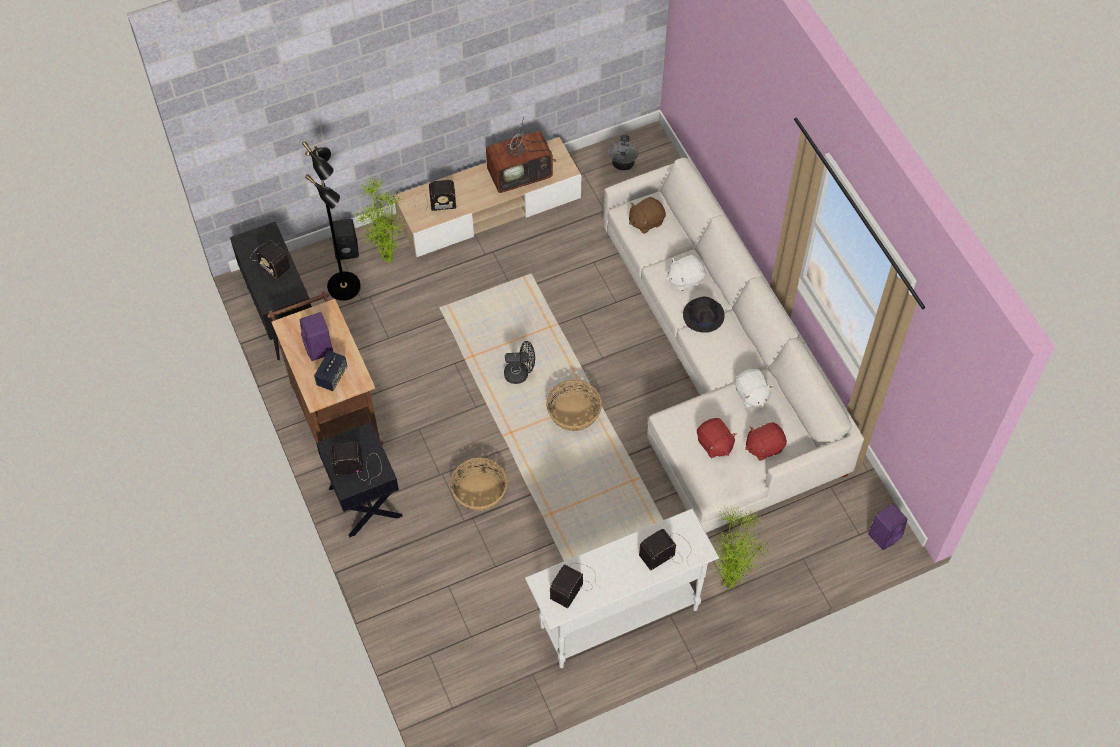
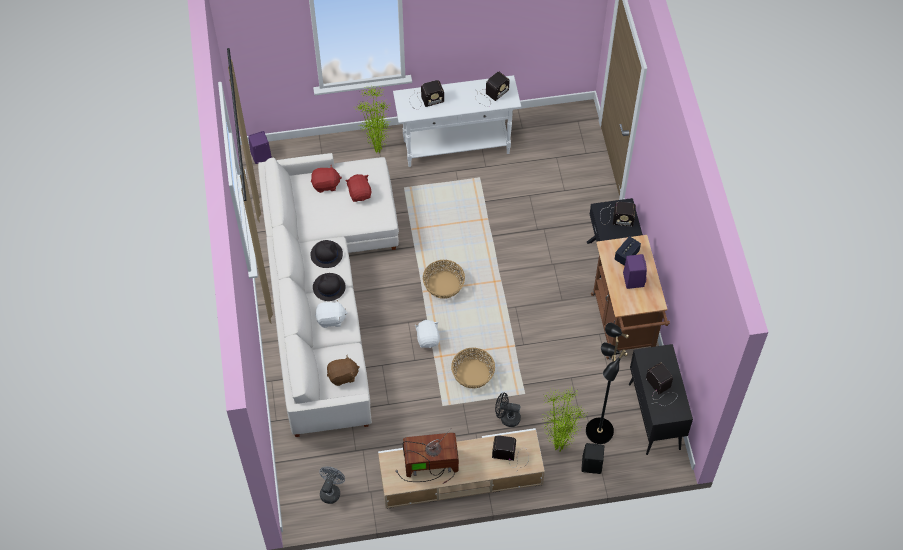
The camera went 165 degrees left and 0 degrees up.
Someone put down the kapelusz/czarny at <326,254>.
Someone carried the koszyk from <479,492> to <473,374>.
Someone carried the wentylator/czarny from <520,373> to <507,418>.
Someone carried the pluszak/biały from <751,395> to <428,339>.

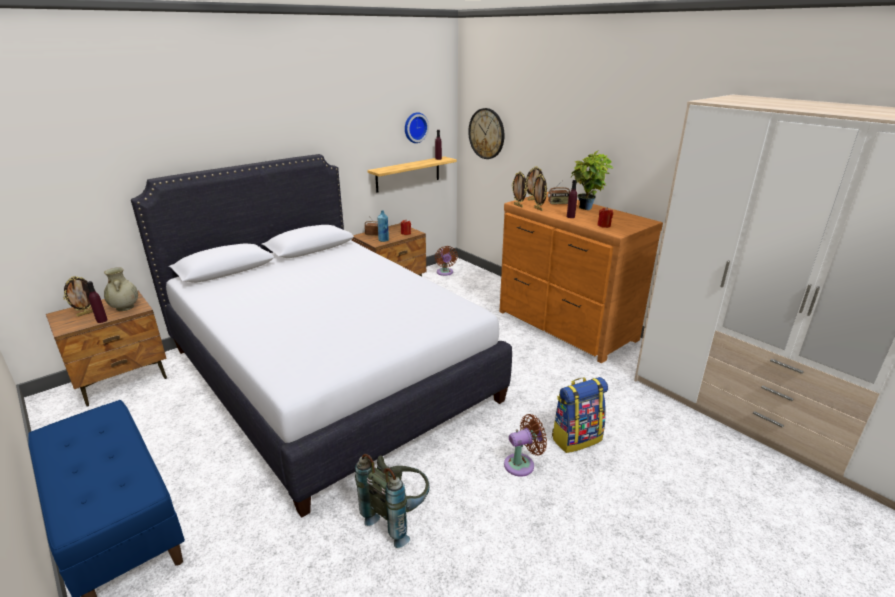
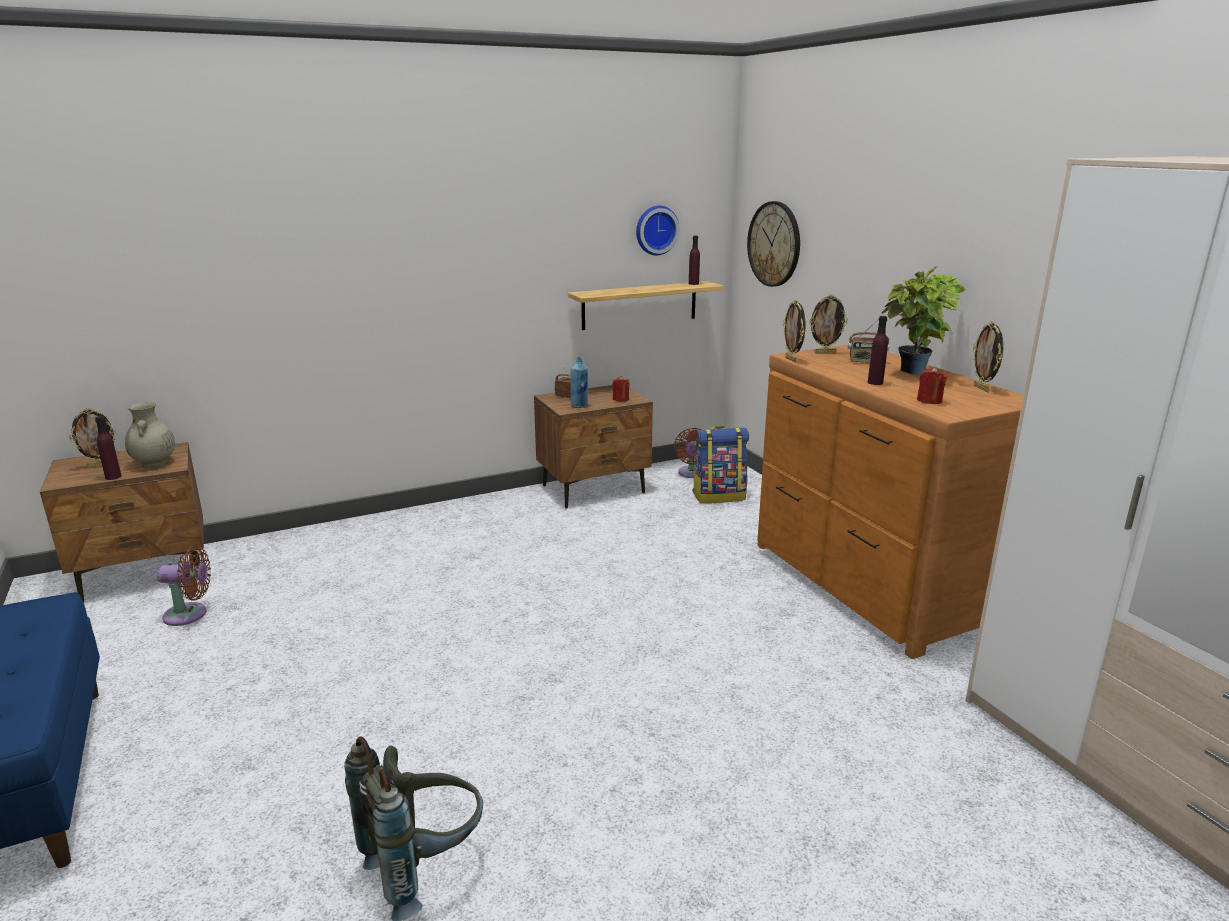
The camera went 15 degrees right and 5 degrees down.
Someone took away the łóżko/biały at <328,373>.
Someone carried the wentylator/brązowy from <522,464> to <190,614>.
Someone carried the ramka na zdjęcie from <538,209> to <982,389>.
Someone carried the plecak from <576,438> to <719,496>.

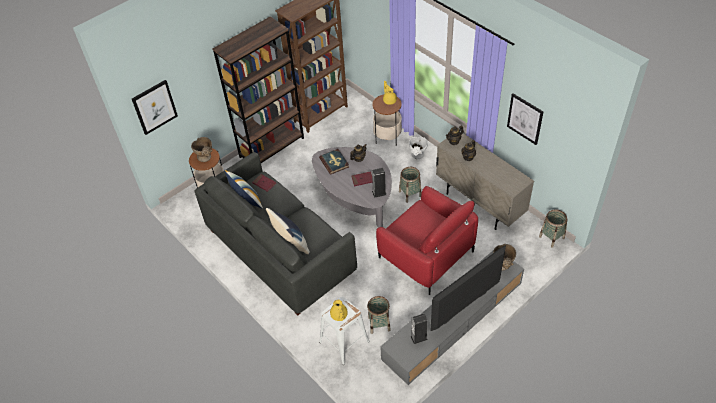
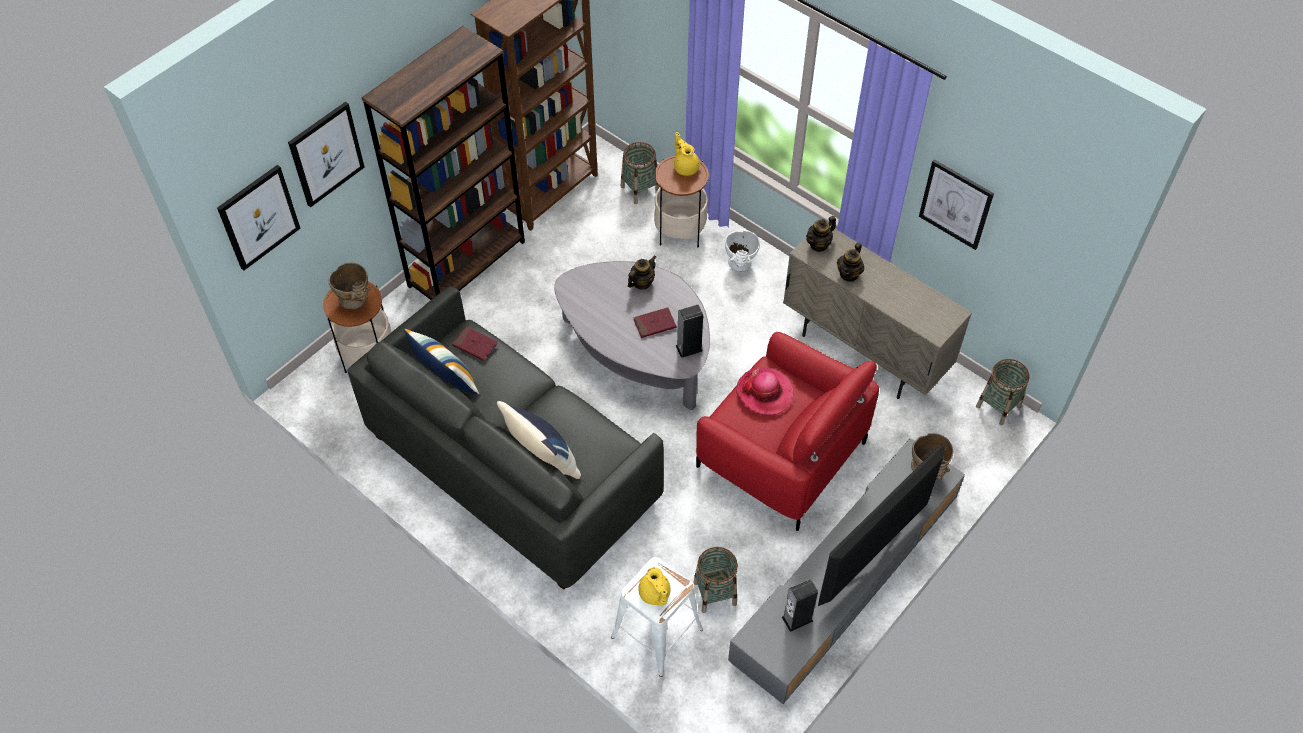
The camera went 10 degrees left and 5 degrees up.
Someone took away the książka at <334,162>.
Someone put up the obraz at <326,154>.
Someone put down the kapelusz at <764,393>.
Someone carried the koszyk from <410,194> to <639,189>.

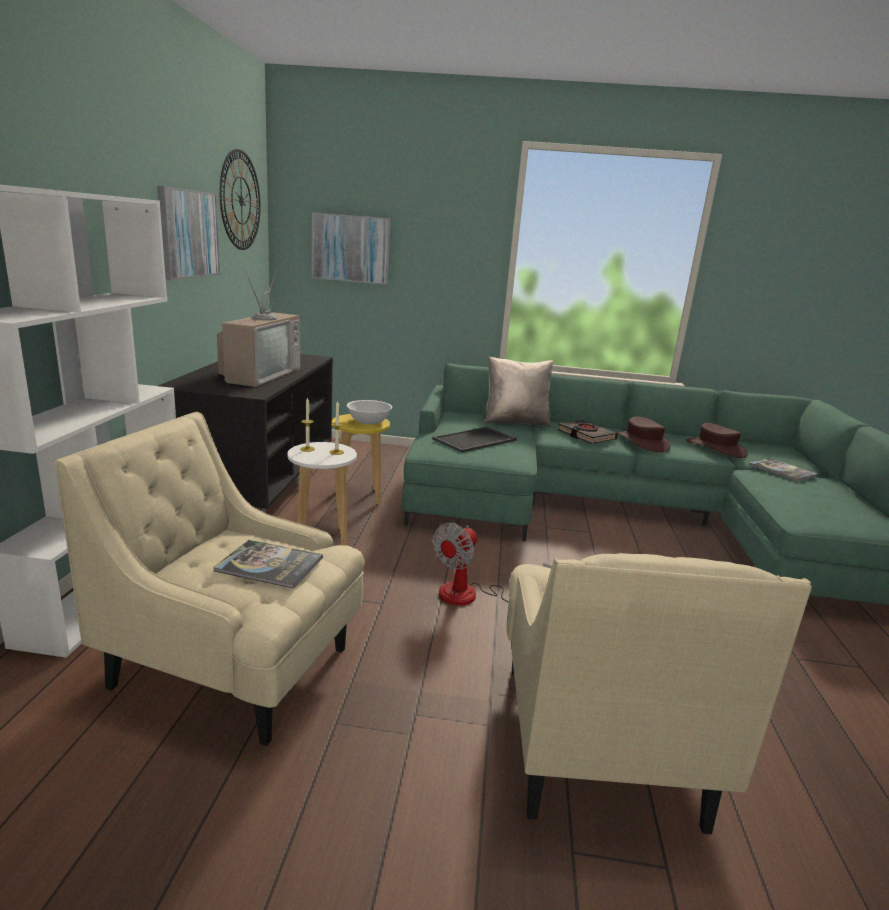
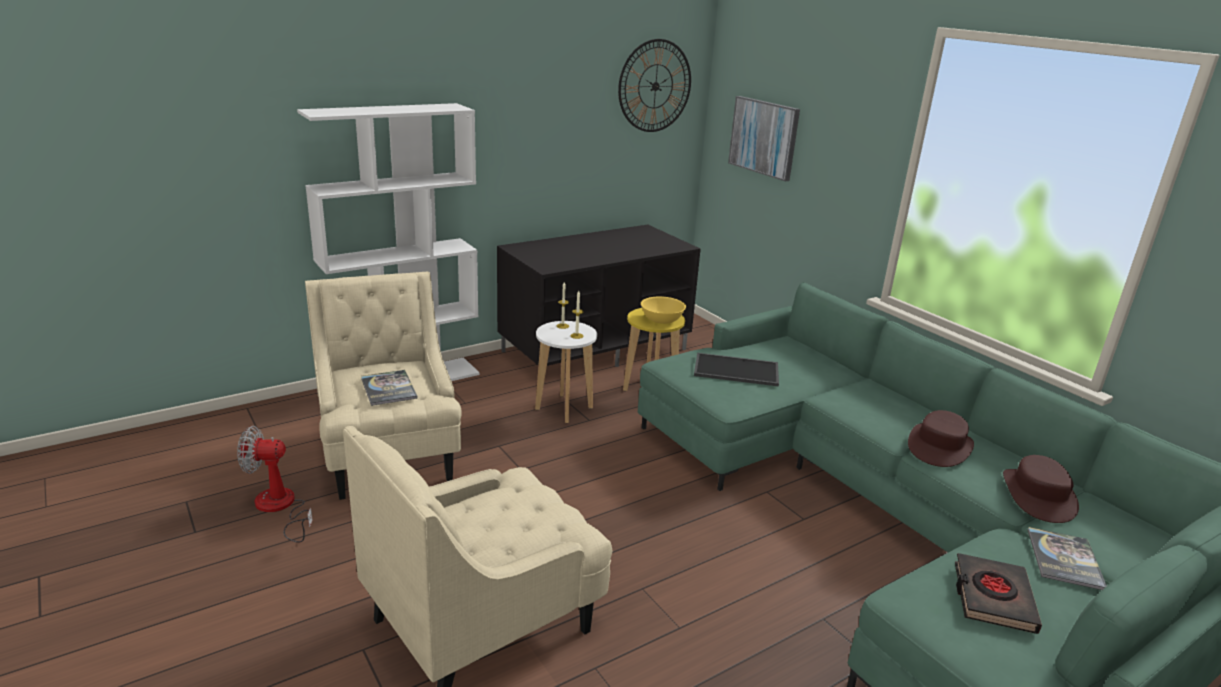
The camera went 50 degrees right and 5 degrees up.
Someone took away the obraz at <188,234>.
Someone took away the telewizor at <259,374>.
Someone took away the poduszka/beżowy at <515,422>.
Someone carried the wentylator from <472,595> to <280,508>.
Someone carried the książka/czarny from <586,435> to <993,597>.
Someone repainted the miska/biały at <368,421>, which became the miska/żółty at <662,320>.

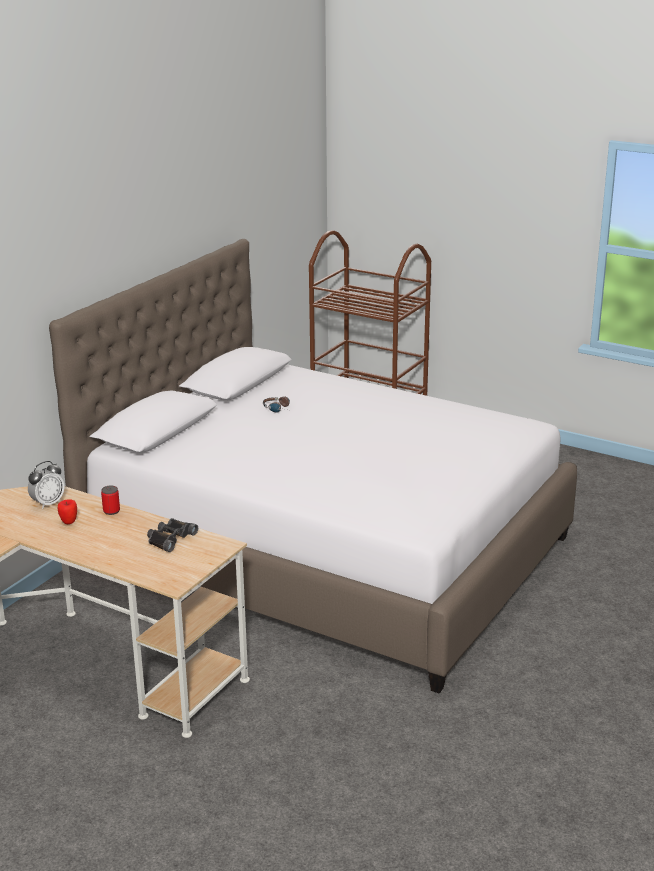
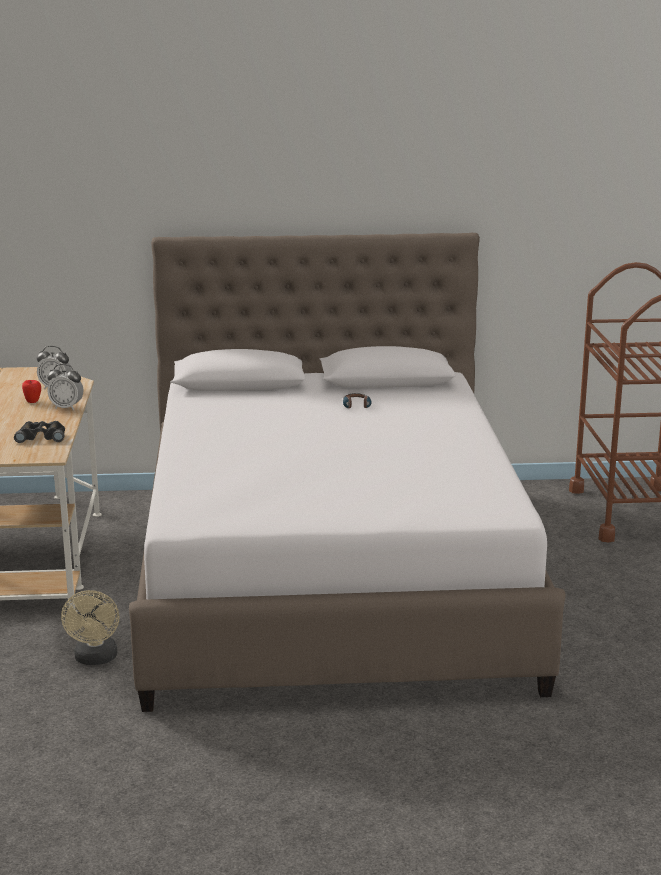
The camera went 55 degrees right and 5 degrees down.
Someone put down the wentylator/beżowy at <95,659>.
Someone swapped the puszka at <111,511> for the budzik at <66,407>.

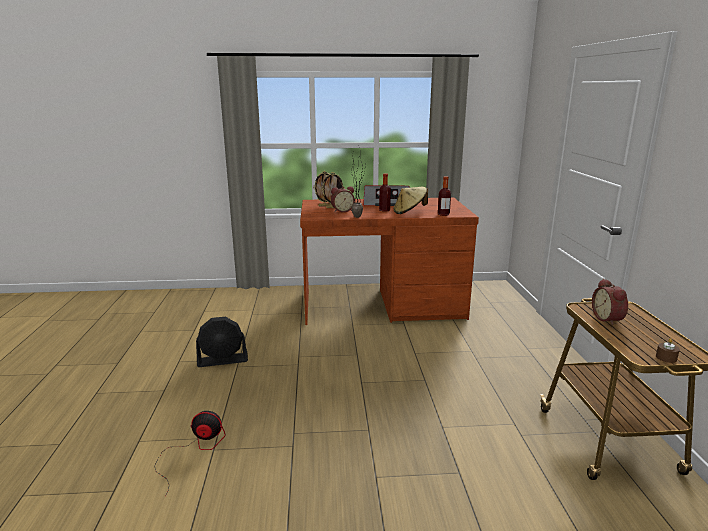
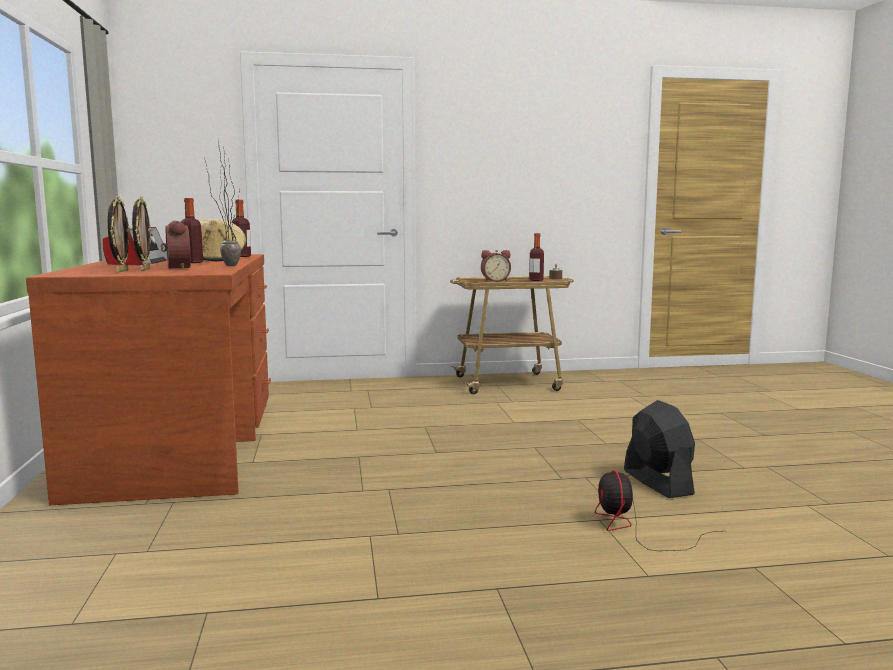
The camera went 95 degrees left and 10 degrees down.
Someone put down the butelka at <536,280>.
Someone carried the wentylator/czarny from <223,360> to <657,482>.

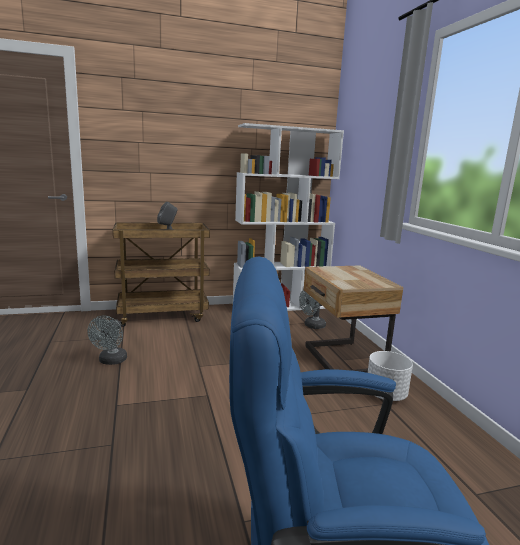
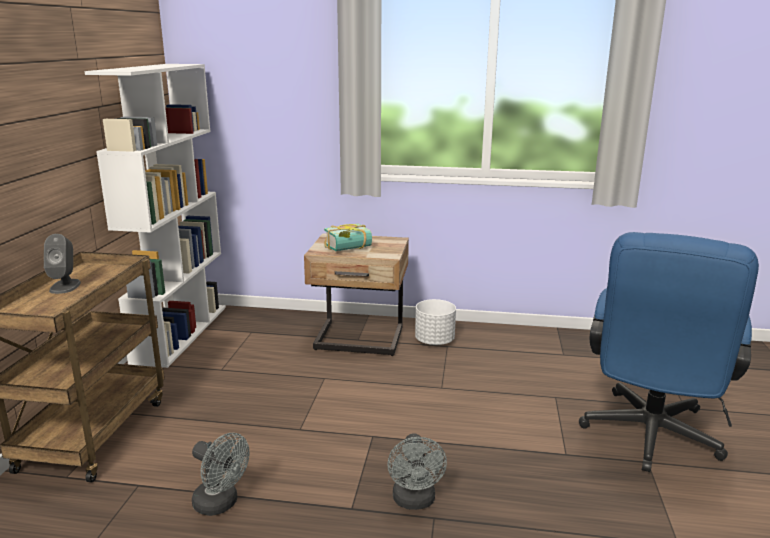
The camera went 65 degrees left and 5 degrees up.
Someone put down the książka at <350,249>.
Someone carried the wentylator/szary from <312,326> to <414,501>.

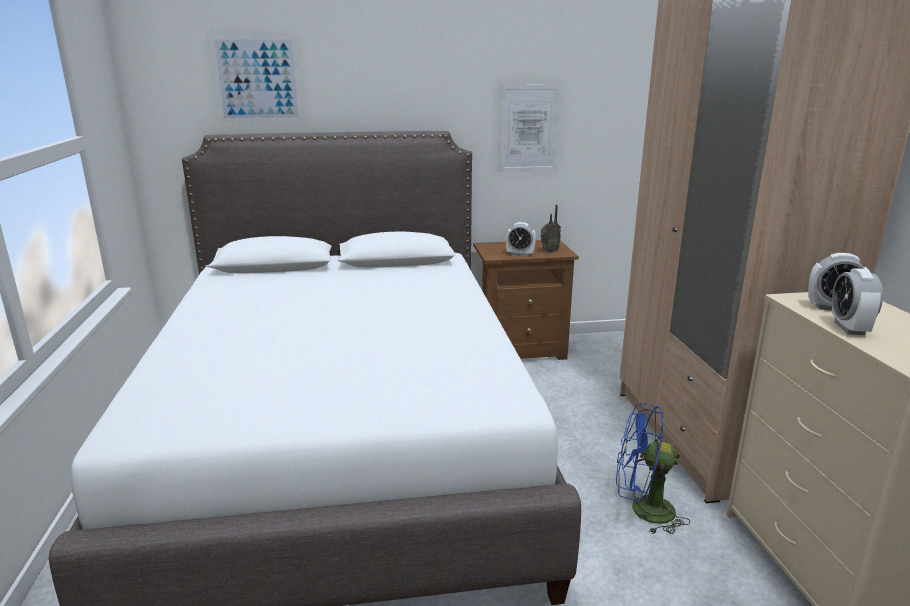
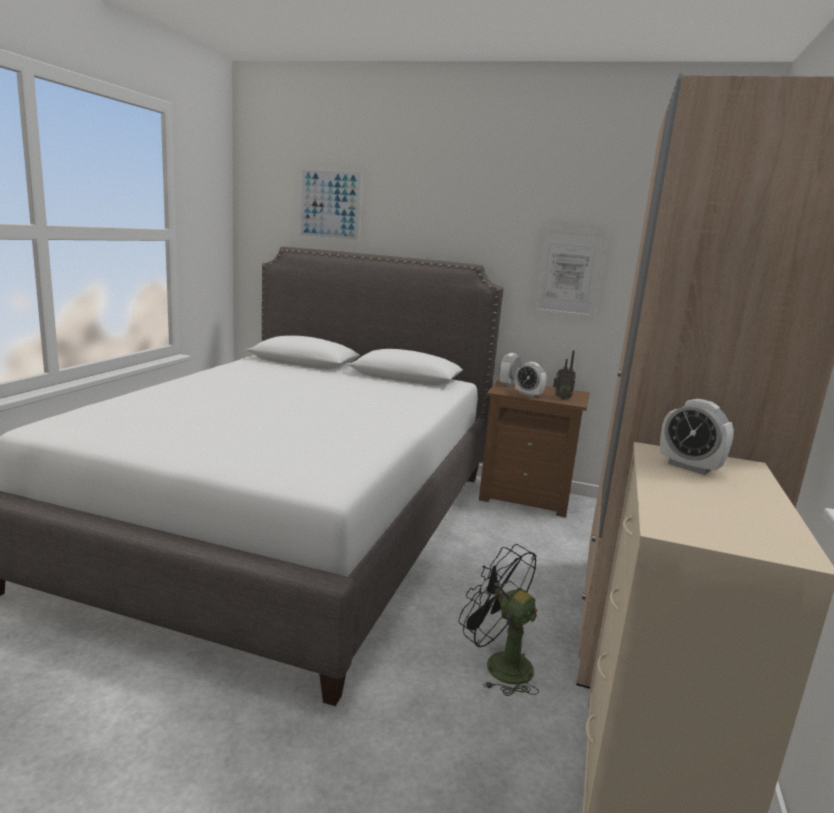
The camera went 25 degrees right and 5 degrees down.
Someone carried the budzik from <849,328> to <508,384>.
Someone repainted the wentylator/niebieski at <642,510>, which became the wentylator/czarny at <498,664>.

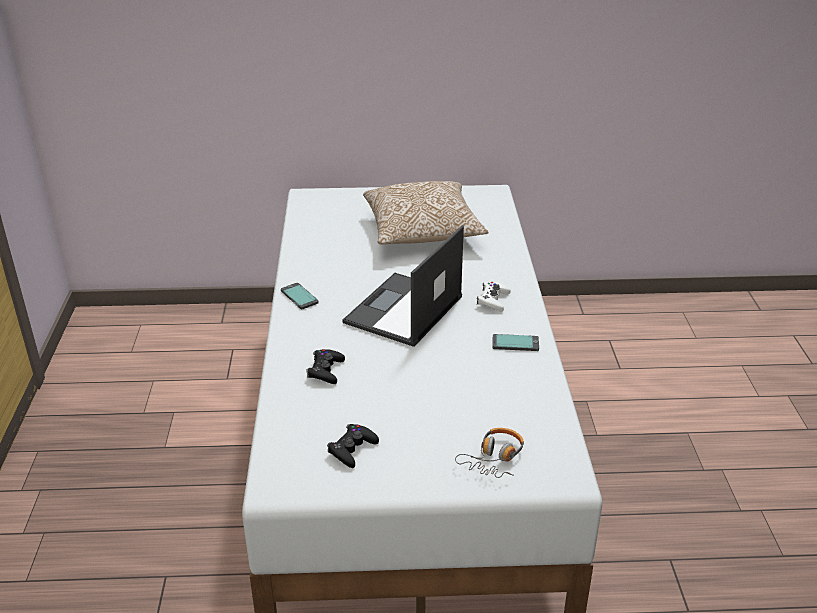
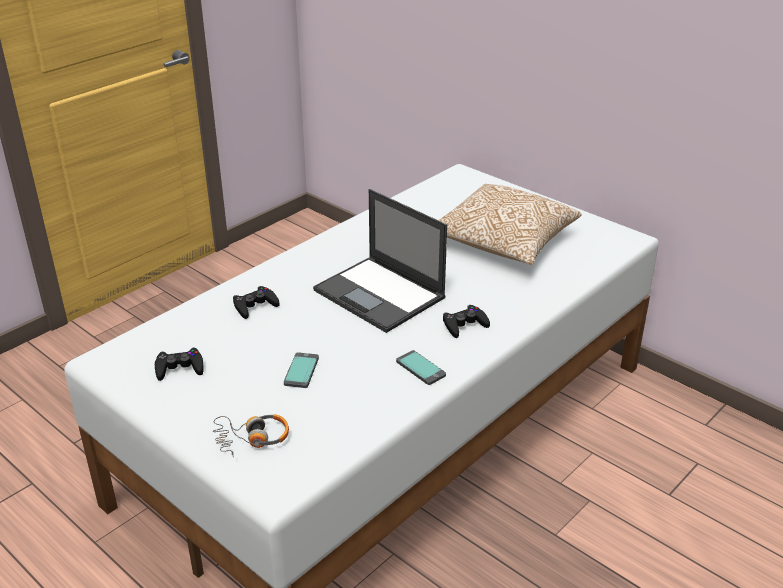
The camera went 45 degrees right and 0 degrees up.
Someone carried the telefon from <299,297> to <301,371>.
Someone repainted the pad do gier/biały at <493,300>, which became the pad do gier/czarny at <464,325>.
Someone rotated the laptop at <403,310> by 120 degrees counterclockwise.

